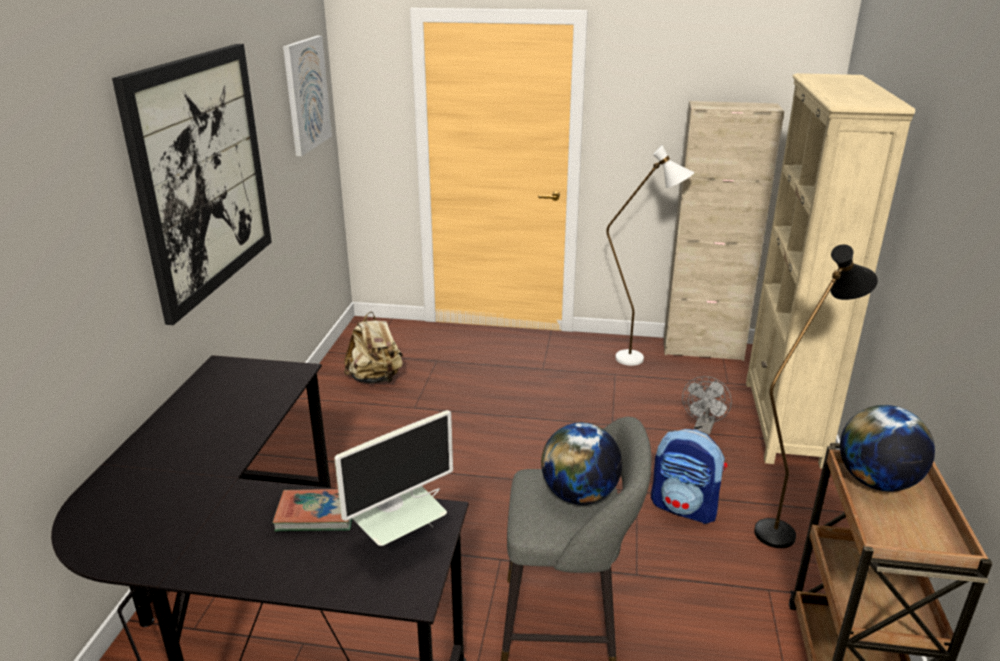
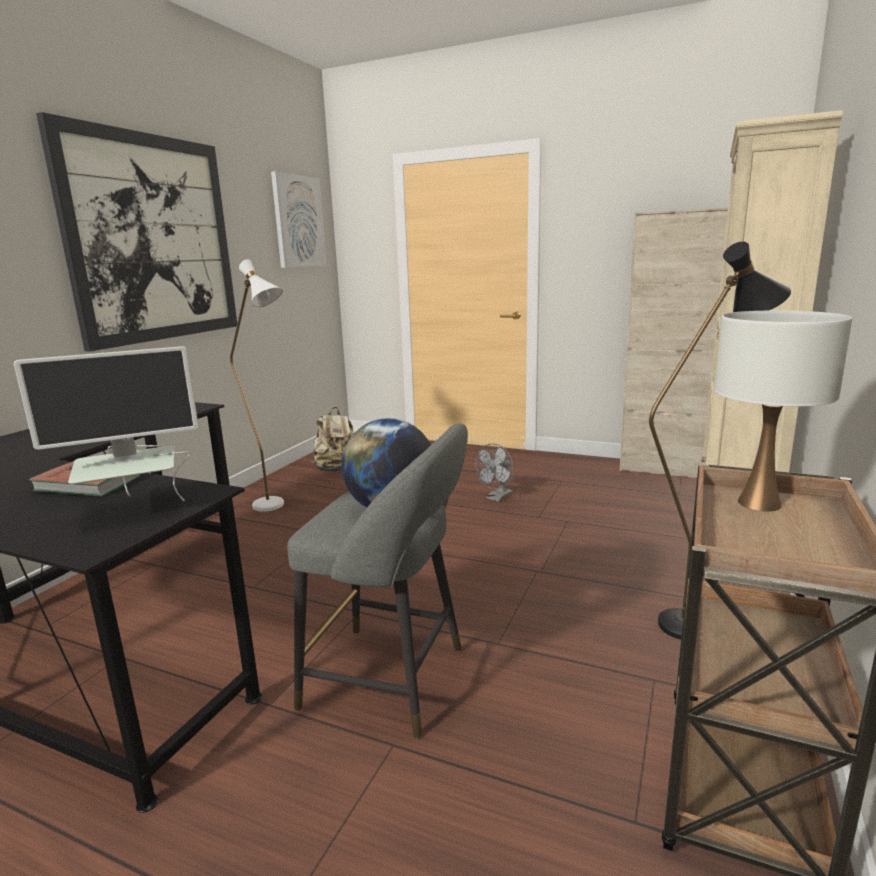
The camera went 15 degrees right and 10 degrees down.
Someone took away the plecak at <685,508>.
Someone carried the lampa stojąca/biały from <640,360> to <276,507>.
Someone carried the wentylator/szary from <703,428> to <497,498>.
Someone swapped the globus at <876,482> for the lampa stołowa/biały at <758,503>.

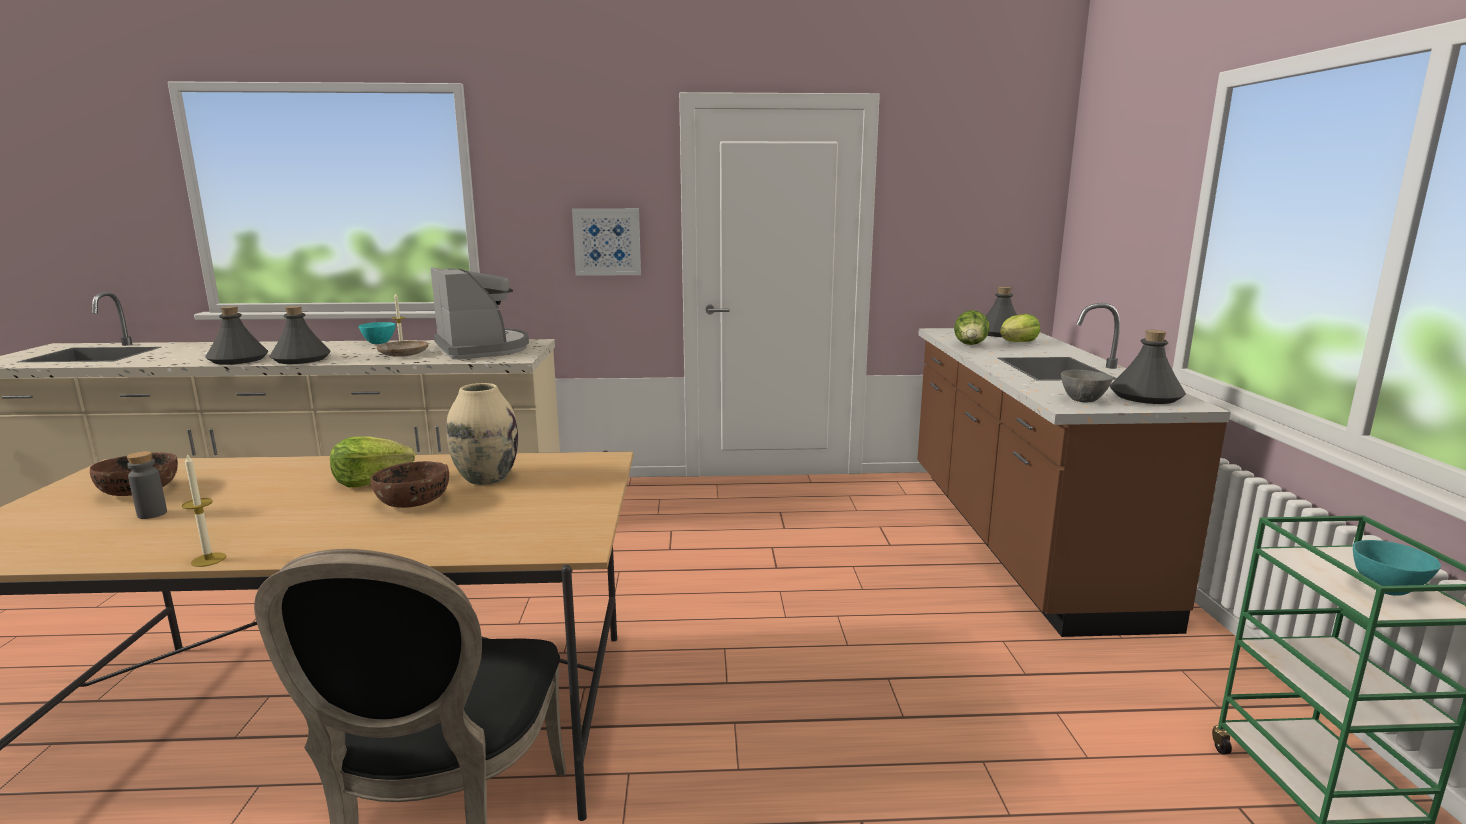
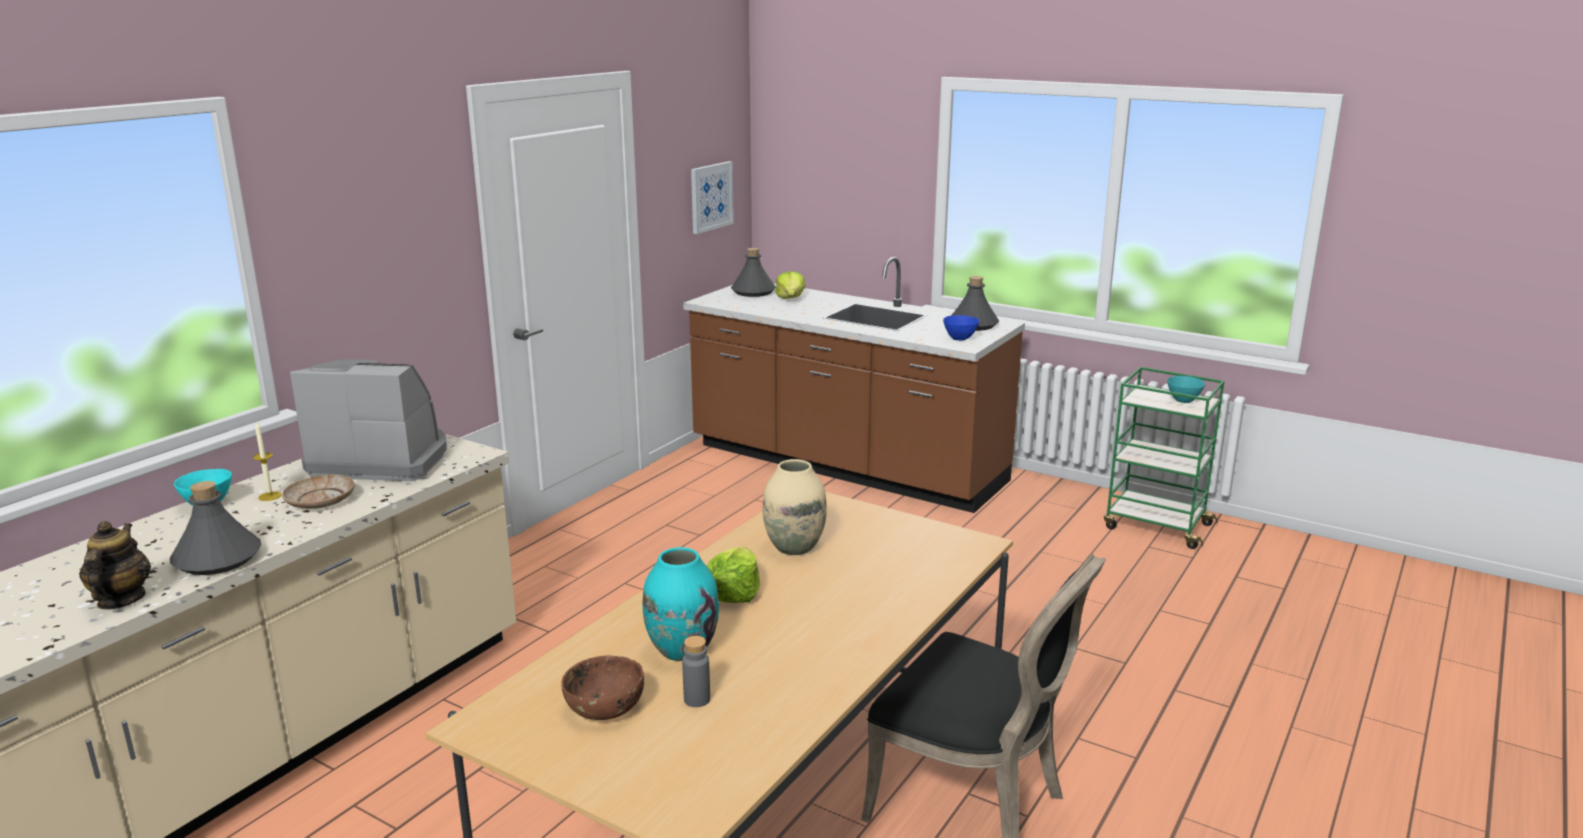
The camera went 55 degrees left and 5 degrees up.
Someone took away the świeca at <208,559>.
Someone took away the miska/brązowy at <413,501>.
Someone took away the sałata at <970,345>.
Someone put down the wazon/turkusowy at <682,649>.
Someone carried the obraz from <607,242> to <711,197>.
Someone swapped the butelka/szary at <237,360> for the imbryk at <121,599>.
Someone repainted the miska/szary at <1084,401>, which became the miska/niebieski at <960,339>.

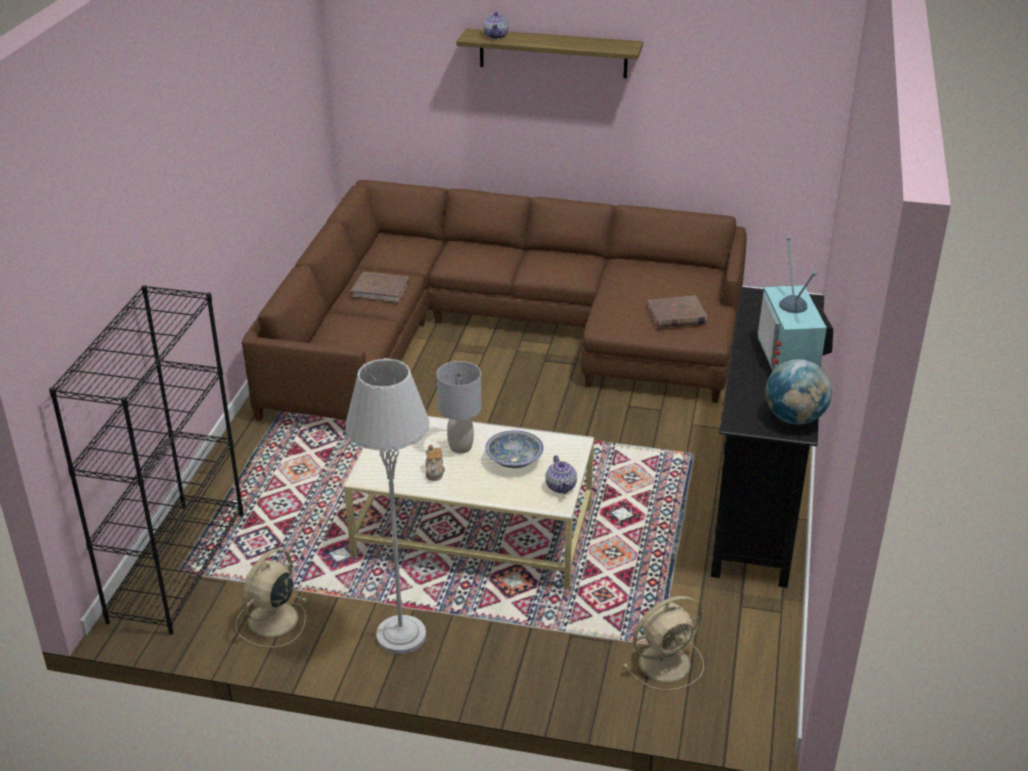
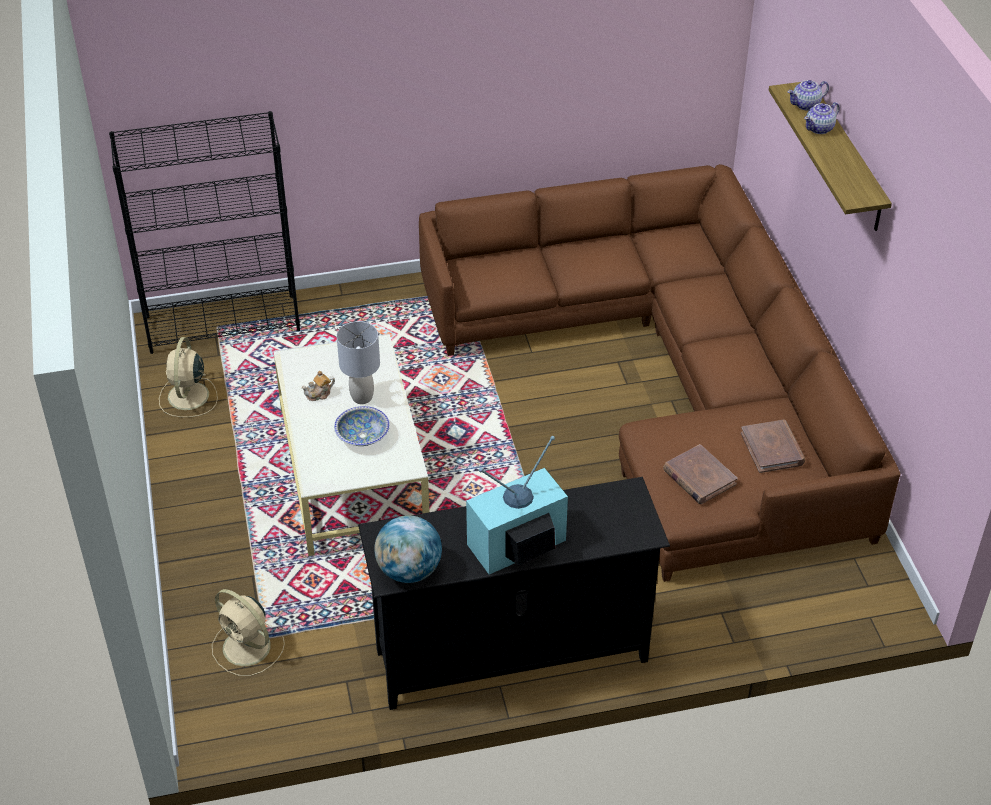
The camera went 65 degrees right and 10 degrees up.
Someone took away the lampa stojąca/szary at <401,636>.
Someone carried the książka/brązowy from <380,290> to <772,448>.
Someone carried the imbryk from <561,486> to <820,128>.
Someone rotated the wentylator/beżowy at <271,621> by 90 degrees counterclockwise.

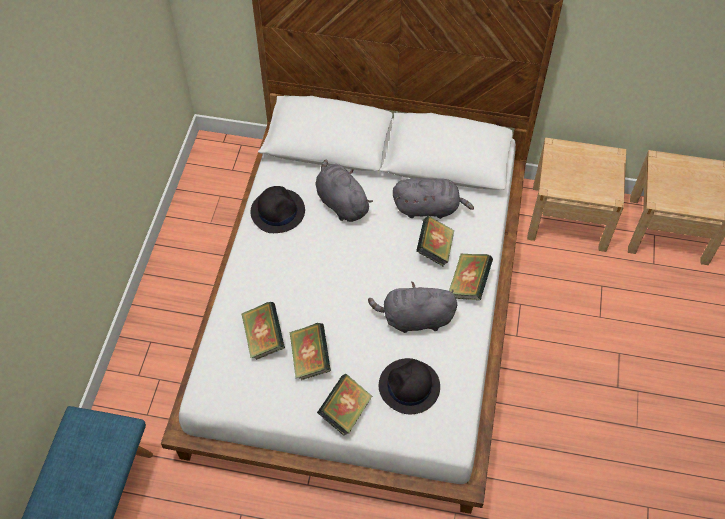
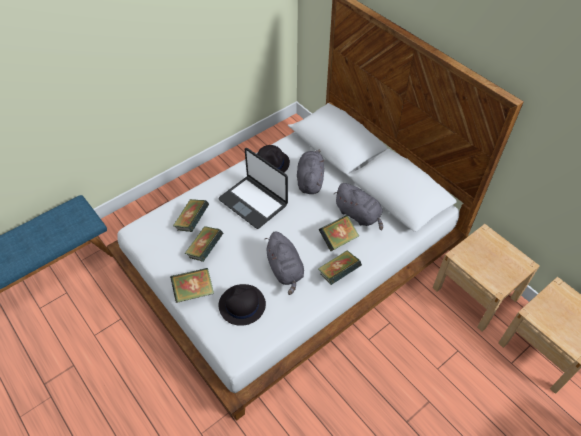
The camera went 40 degrees right and 5 degrees down.
Someone put down the laptop at <253,202>.
Someone rotated the pluszak/szary at <414,319> by 150 degrees counterclockwise.

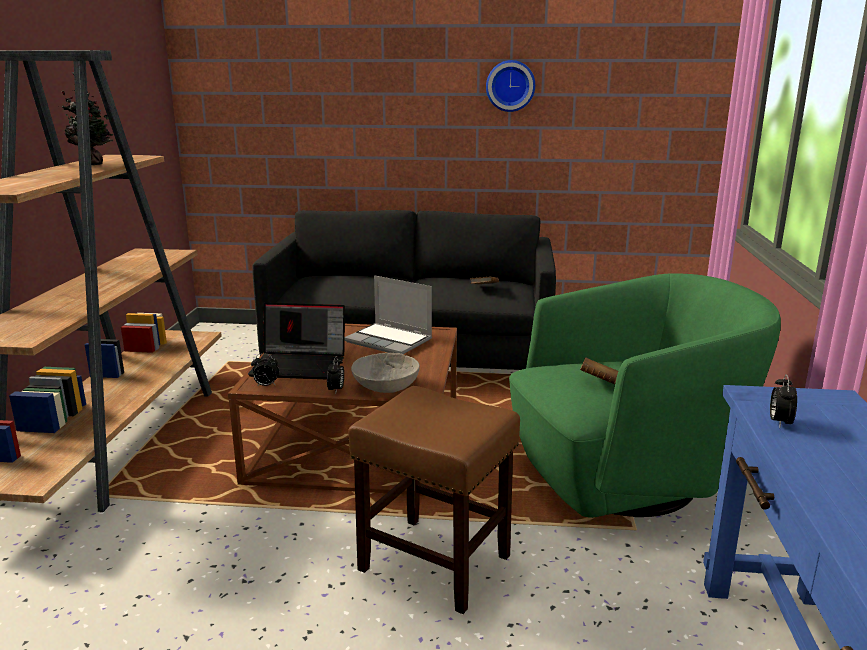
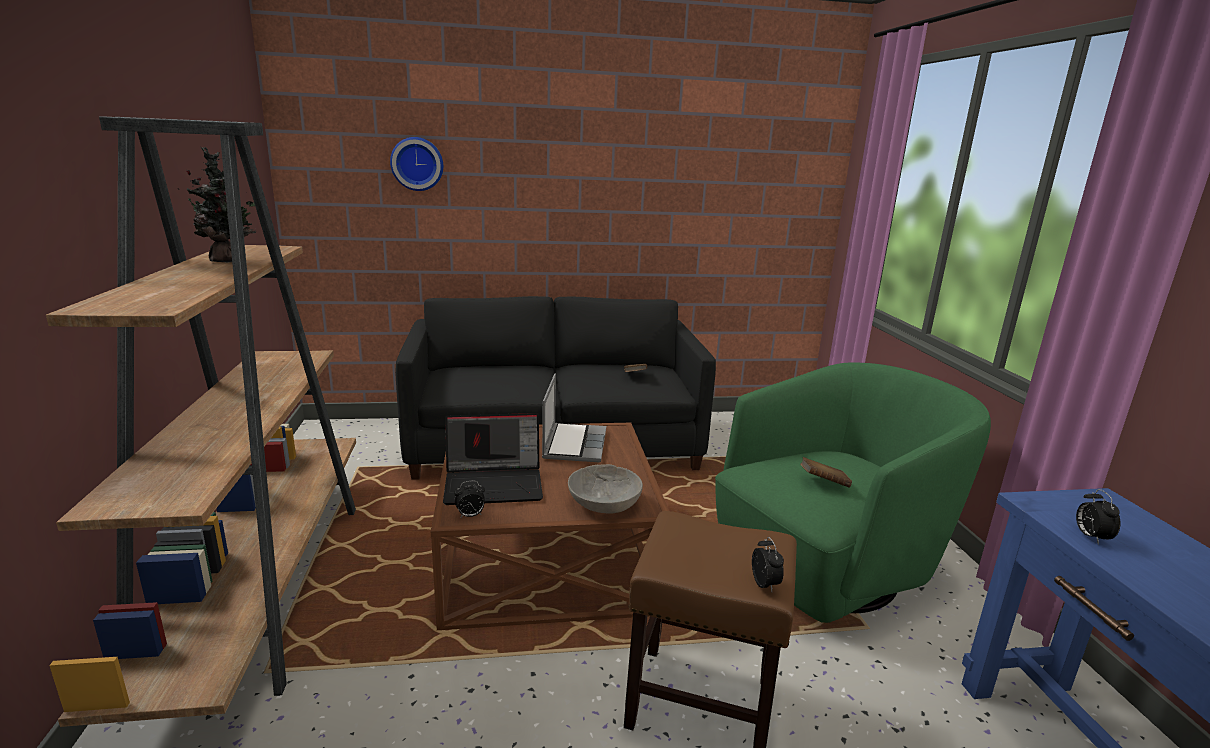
The camera went 15 degrees left and 0 degrees up.
Someone carried the budzik from <336,390> to <765,584>.
Someone carried the zegar ścienny from <510,86> to <417,164>.
Someone rotated the laptop at <390,340> by 105 degrees counterclockwise.

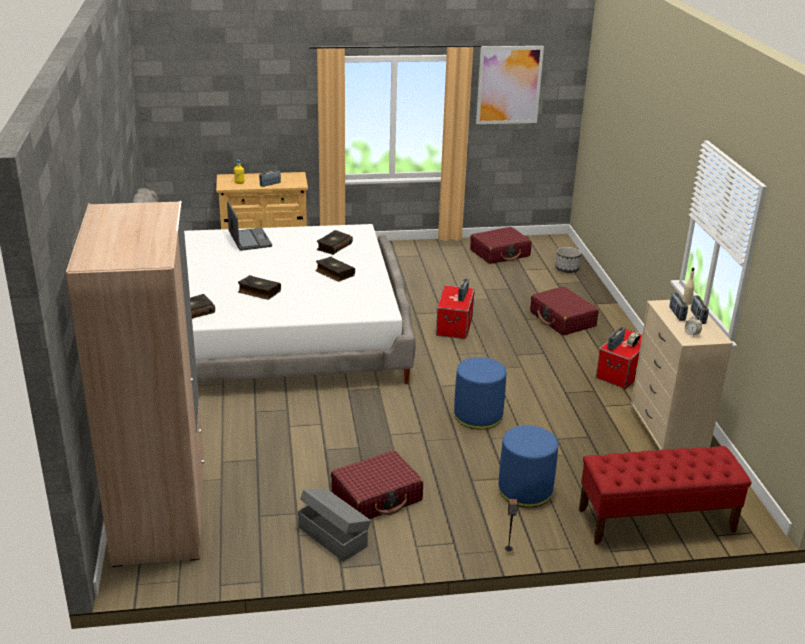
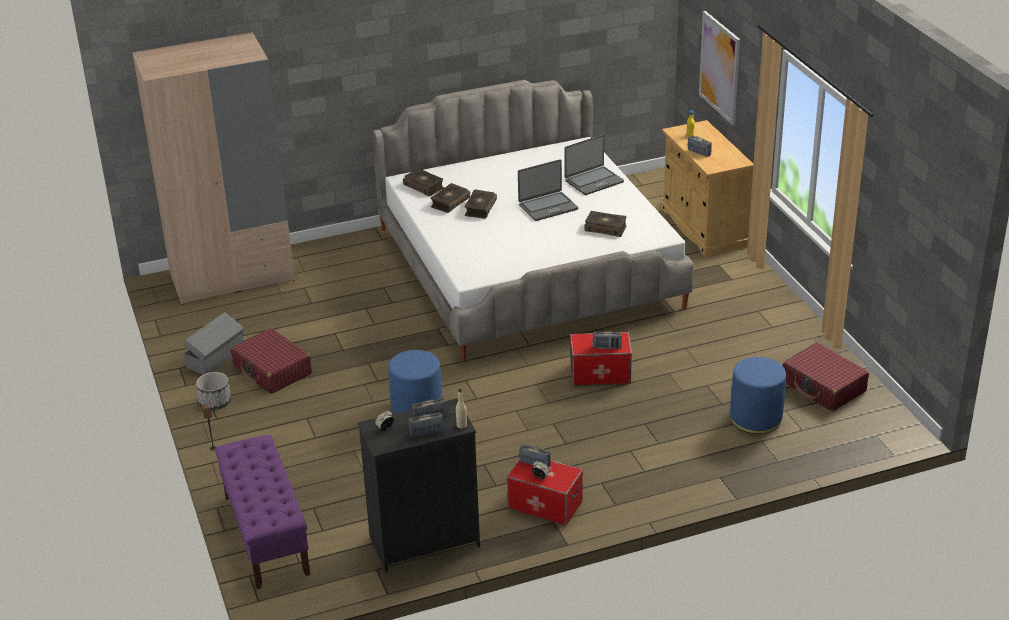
The camera went 80 degrees right and 5 degrees up.
Someone took away the walizka/czerwony at <562,319>.
Someone put down the laptop at <548,207>.
Someone carried the książka from <334,273> to <449,202>.
Someone carried the obraz from <509,85> to <720,67>.
Someone carried the pufa/niebieski from <525,490> to <756,418>.
Someone carried the donica from <566,269> to <215,402>.
Someone repainted the ławka/czerwony at <655,521>, which became the ławka/fioletowy at <266,534>.
Someone repainted the komoda/beżowy at <666,433>, which became the komoda/czarny at <424,541>.

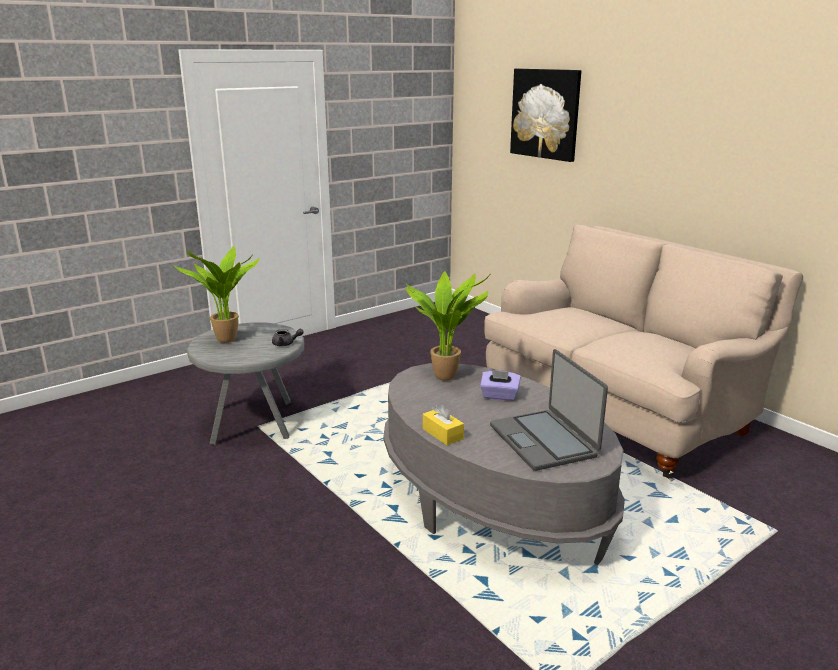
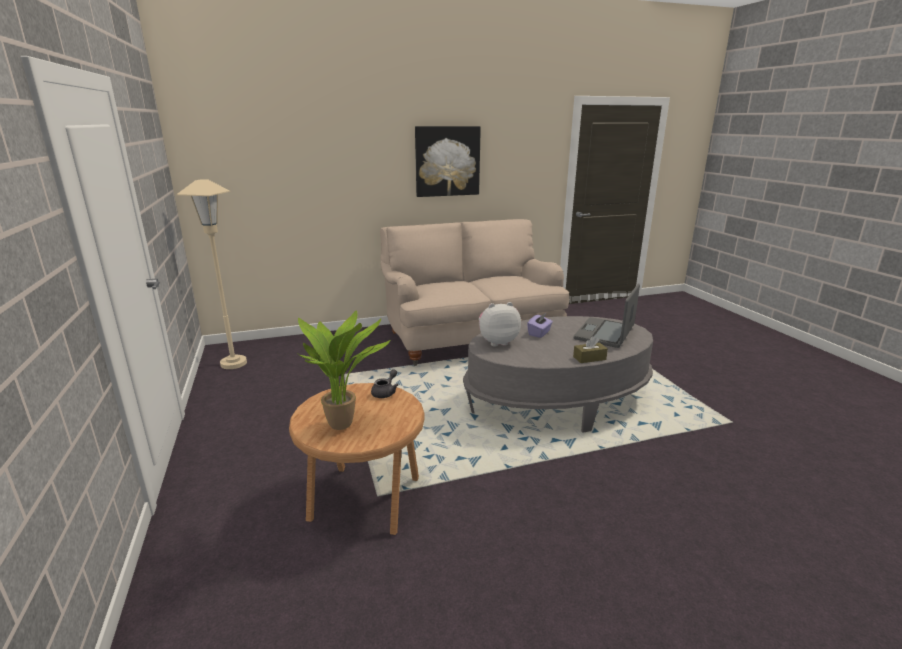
The camera went 70 degrees left and 0 degrees up.
Someone put down the lampa stojąca/beżowy at <233,363>.
Someone carried the obraz from <545,114> to <447,161>.
Someone swapped the roślina doniczkowa at <447,376> for the pluszak at <497,342>.
Someone repainted the stolik/szary at <253,421>, which became the stolik/brązowy at <364,498>.
Someone repainted the pudełko chusteczek/żółty at <442,434>, which became the pudełko chusteczek/brązowy at <589,358>.
Someone rotated the laptop at <544,440> by 120 degrees clockwise.

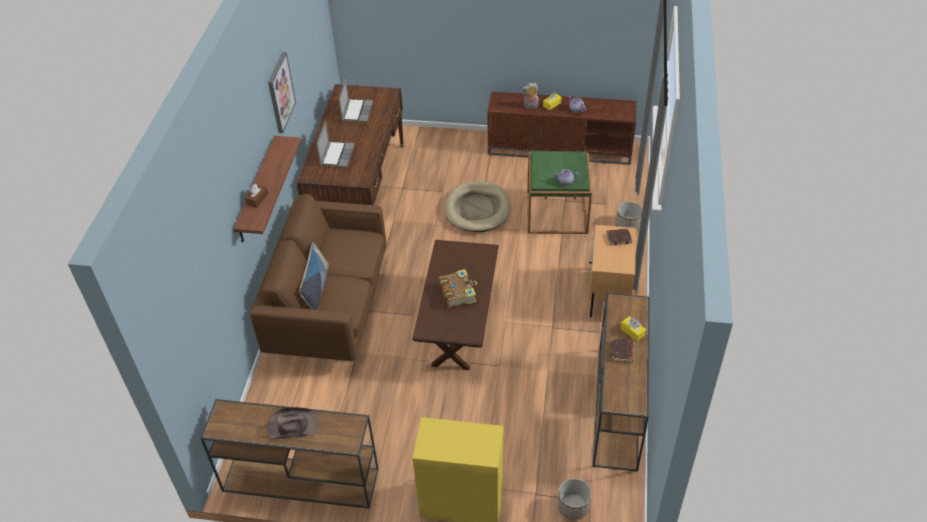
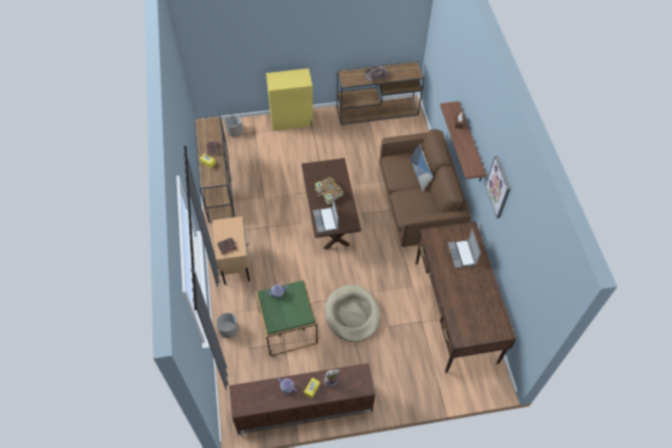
The camera went 160 degrees right and 10 degrees up.
Someone carried the laptop from <356,111> to <326,221>.

